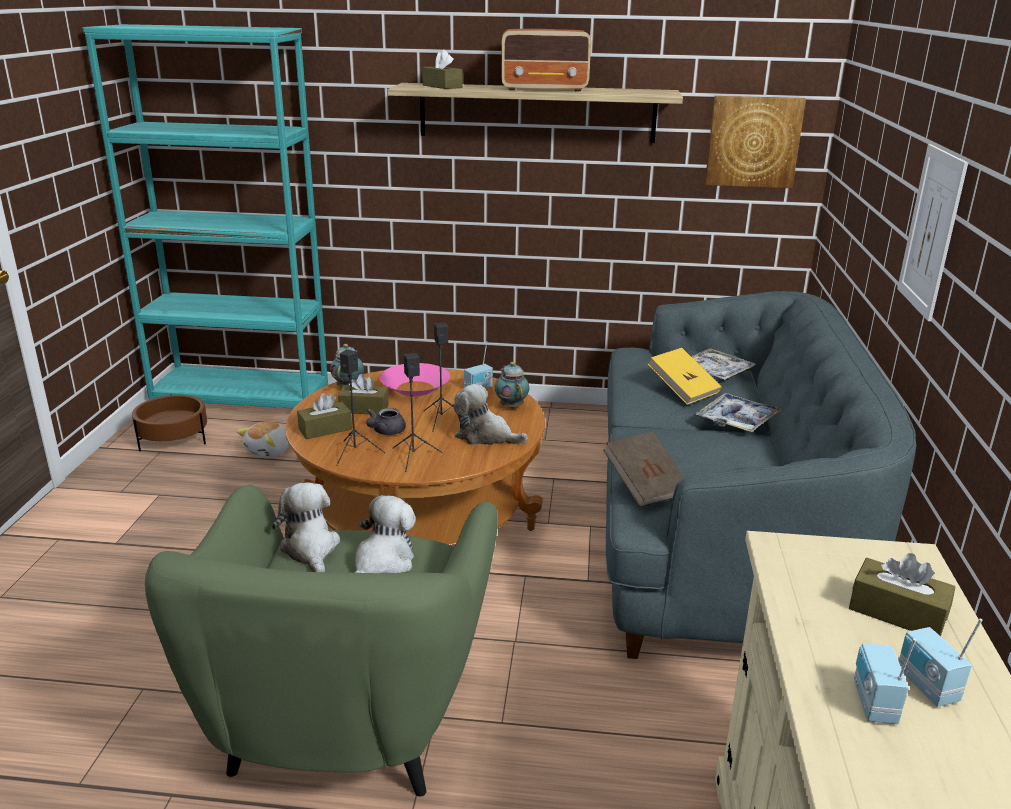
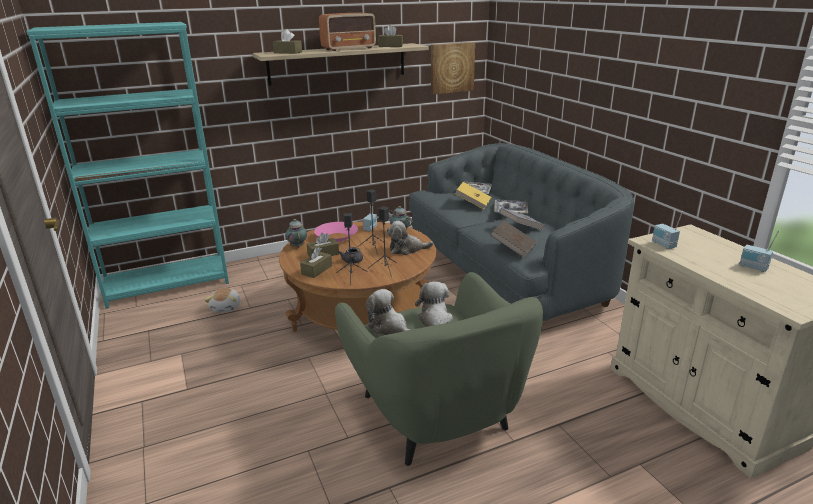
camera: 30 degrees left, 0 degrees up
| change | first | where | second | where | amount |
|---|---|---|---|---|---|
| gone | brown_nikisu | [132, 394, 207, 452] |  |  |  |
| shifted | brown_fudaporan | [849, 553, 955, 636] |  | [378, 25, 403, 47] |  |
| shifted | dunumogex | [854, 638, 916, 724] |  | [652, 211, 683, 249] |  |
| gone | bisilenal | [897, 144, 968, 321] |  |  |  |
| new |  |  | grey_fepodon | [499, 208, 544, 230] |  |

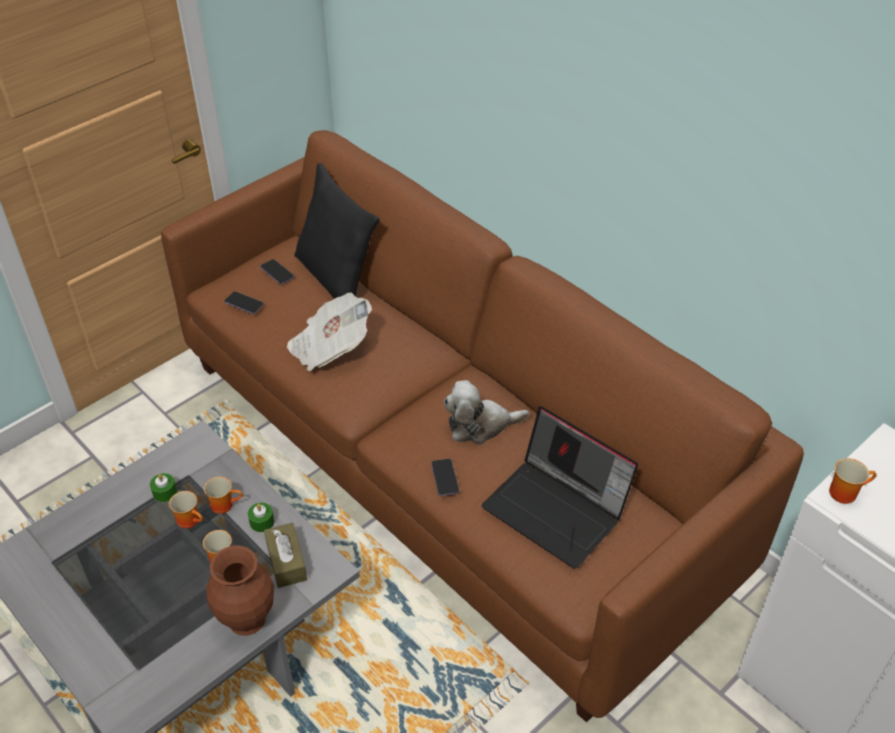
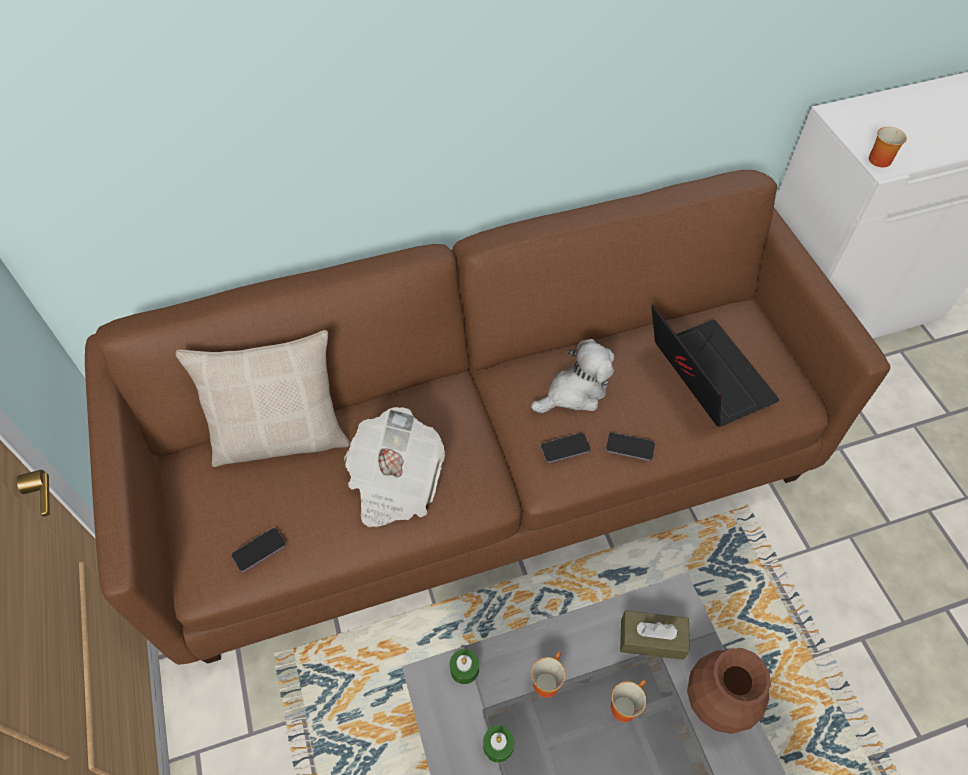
camera: 65 degrees left, 10 degrees up
| change | first | where | second | where | amount |
|---|---|---|---|---|---|
| gone | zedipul | [169, 491, 203, 528] |  |  |  |
| shifted | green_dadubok | [248, 503, 274, 532] |  | [450, 649, 479, 684] |  |
| shifted | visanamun | [260, 259, 294, 284] |  | [541, 433, 590, 463] |  |
| repainted | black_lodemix | [294, 163, 380, 299] | beige_lodemix | [176, 330, 350, 467] |  |
| rotated | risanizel | [444, 380, 529, 445] |  | [531, 339, 615, 413] | 135 degrees counterclockwise |
| rotated | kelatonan | [482, 406, 638, 568] |  | [651, 305, 779, 426] | 90 degrees counterclockwise |

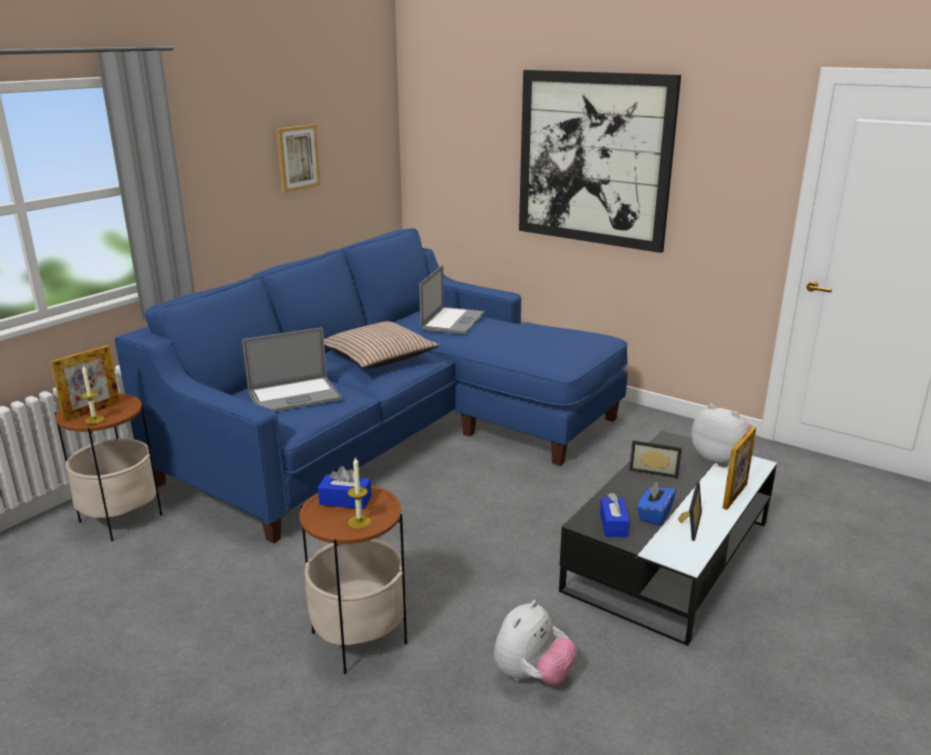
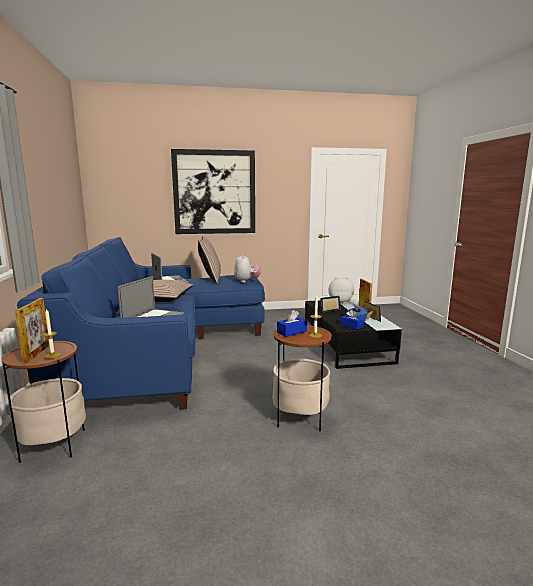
camera: 45 degrees left, 10 degrees down
| change | first | where | second | where | amount |
|---|---|---|---|---|---|
| gone | bisilenal | [276, 124, 320, 193] |  |  |  |
| shifted | risanizel | [494, 600, 577, 685] |  | [234, 254, 260, 283] |  |
| new |  |  | lodemix | [198, 236, 221, 284] |  |

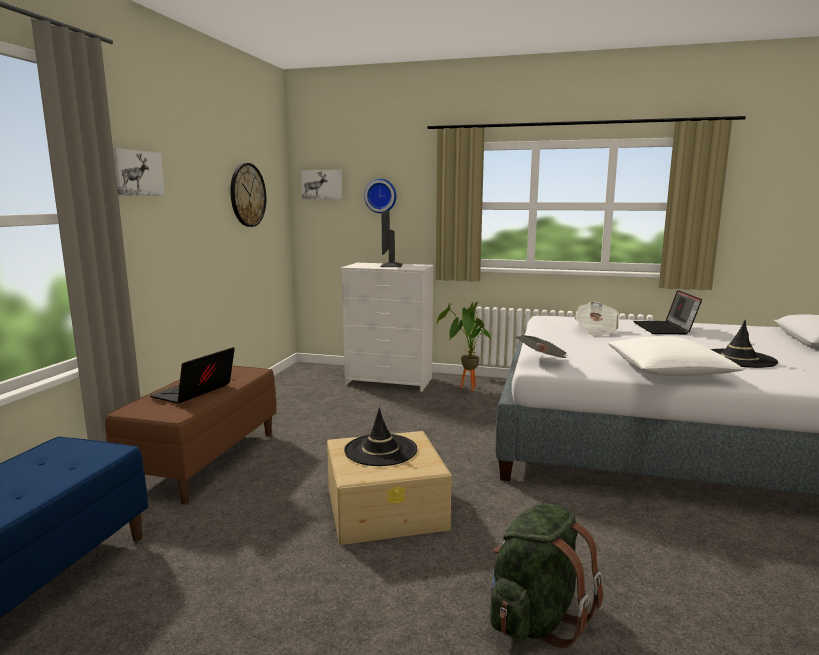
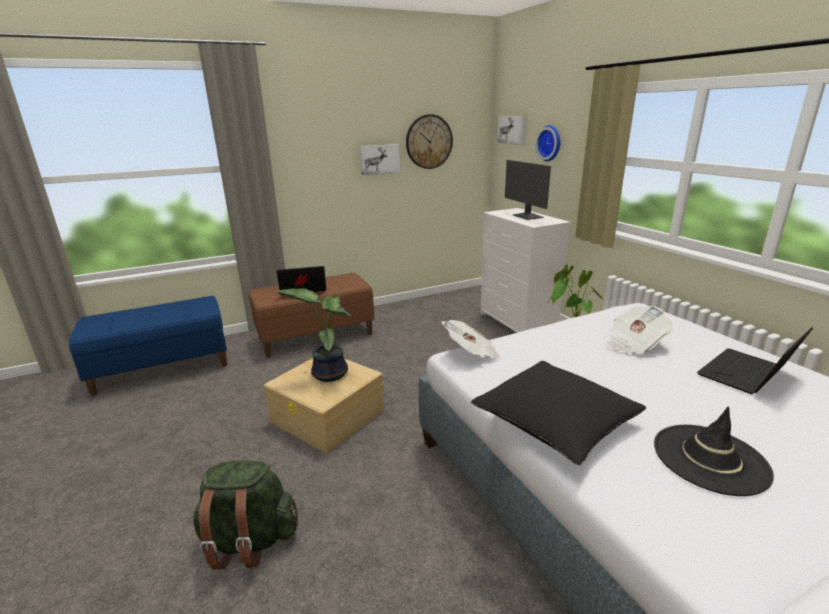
camera: 50 degrees right, 10 degrees up
| change | first | where | second | where | amount |
|---|---|---|---|---|---|
| shifted | bisilenal | [113, 148, 165, 196] |  | [360, 144, 400, 176] |  |
| swapped | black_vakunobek | [344, 408, 417, 466] | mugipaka | [276, 288, 351, 382] |  |
| rotated | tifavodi | [380, 211, 402, 267] |  | [505, 160, 551, 220] | 75 degrees counterclockwise |
| repainted | white_lodemix | [608, 336, 743, 376] | black_lodemix | [471, 361, 646, 466] |  |

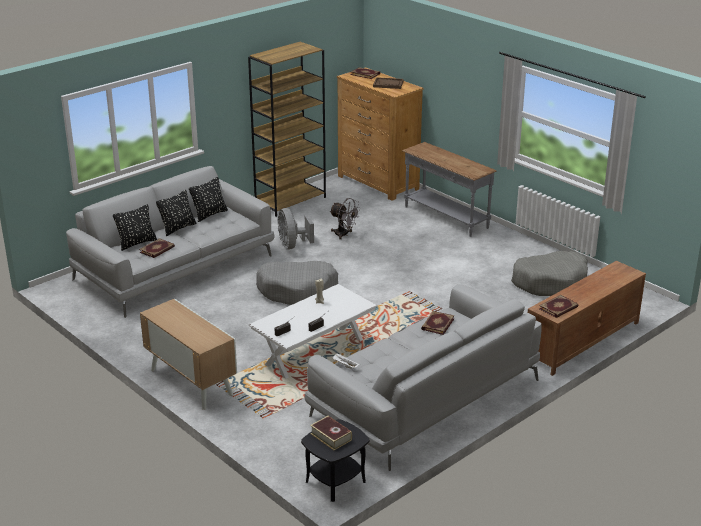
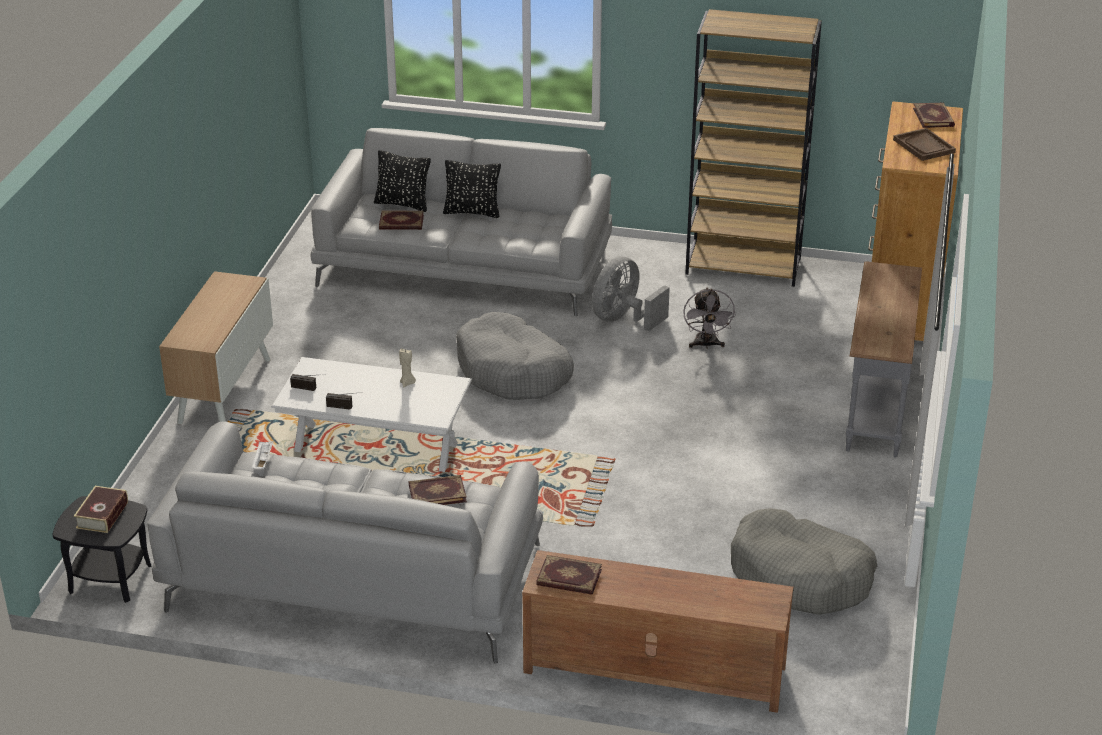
camera: 55 degrees right, 5 degrees up
| change | first | where | second | where | amount |
|---|---|---|---|---|---|
| gone | black_lodemix | [189, 177, 228, 222] |  |  |  |

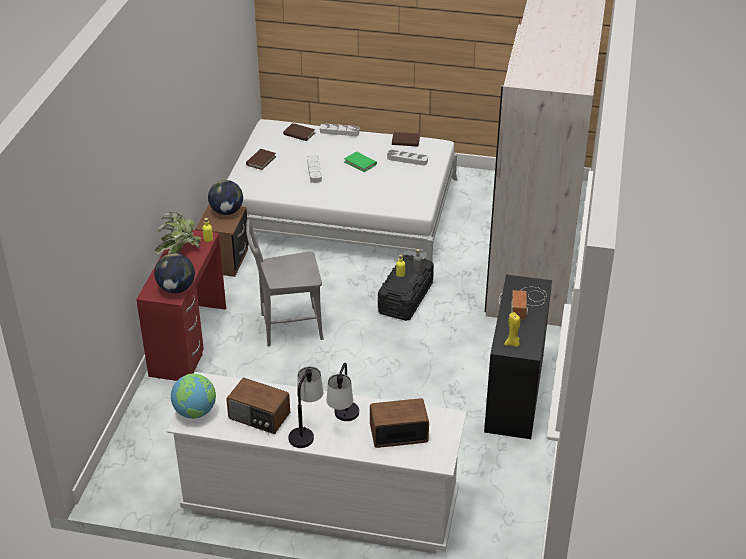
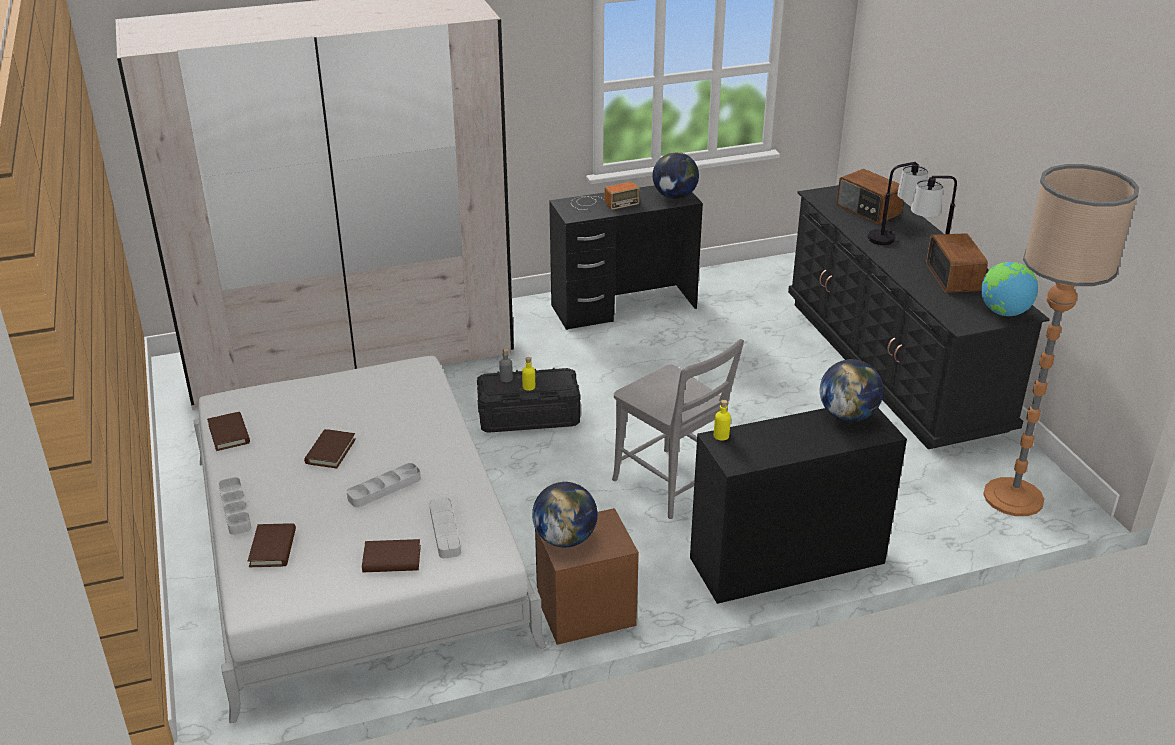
camera: 120 degrees left, 5 degrees down
| change | first | where | second | where | amount |
|---|---|---|---|---|---|
| repainted | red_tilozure | [136, 230, 226, 381] | black_tilozure | [690, 408, 907, 604] |  |
| gone | mugipaka | [155, 212, 201, 254] |  |  |  |
| repainted | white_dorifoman | [167, 372, 466, 554] | black_dorifoman | [788, 185, 1050, 449] |  |
| repainted | green_fepodon | [344, 151, 377, 172] | brown_fepodon | [304, 429, 356, 469] |  |
| shifted | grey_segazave | [387, 150, 428, 166] |  | [429, 498, 461, 558] |  |
| swapped | yellow_dadubok | [504, 312, 520, 347] | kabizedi | [653, 152, 699, 199] |  |
| new |  |  | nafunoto | [983, 164, 1139, 516] |  |

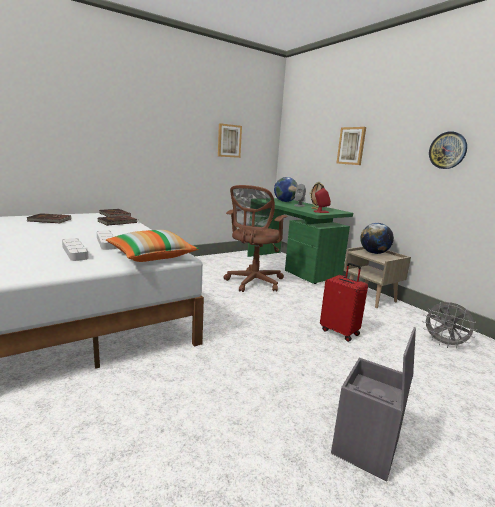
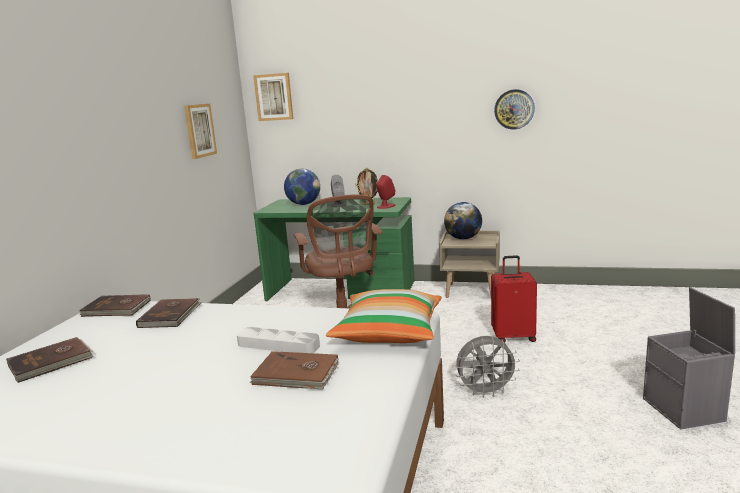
camera: 40 degrees left, 0 degrees up
| change | first | where | second | where | amount |
|---|---|---|---|---|---|
| swapped | grey_segazave | [62, 238, 89, 261] | brown_fepodon | [250, 351, 339, 390] |  |
| shifted | bisilenal | [337, 127, 366, 165] |  | [253, 73, 293, 121] |  |
| shifted | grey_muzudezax | [422, 302, 477, 348] |  | [456, 336, 520, 398] |  |

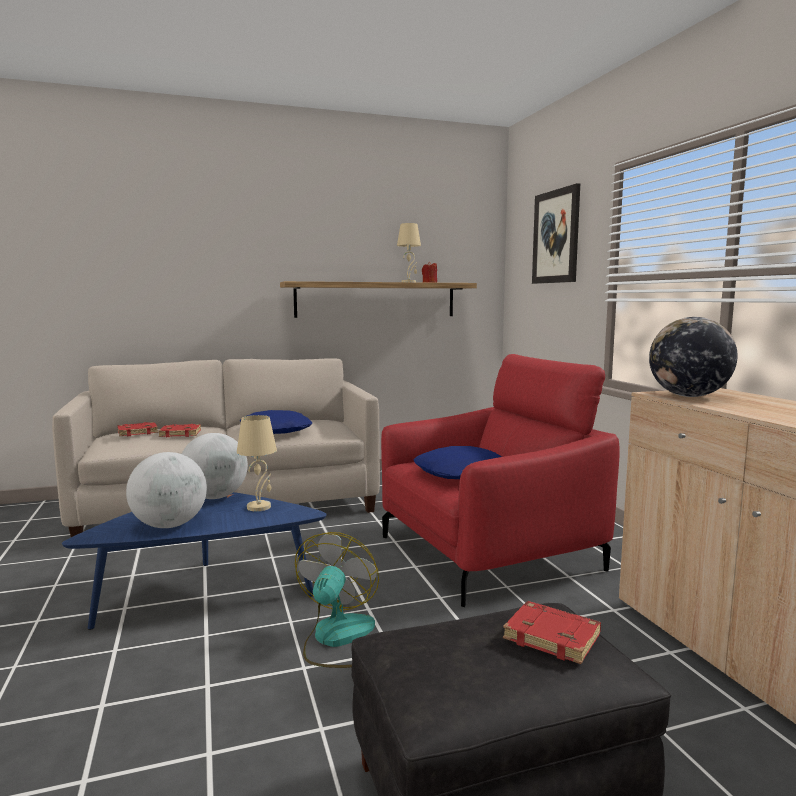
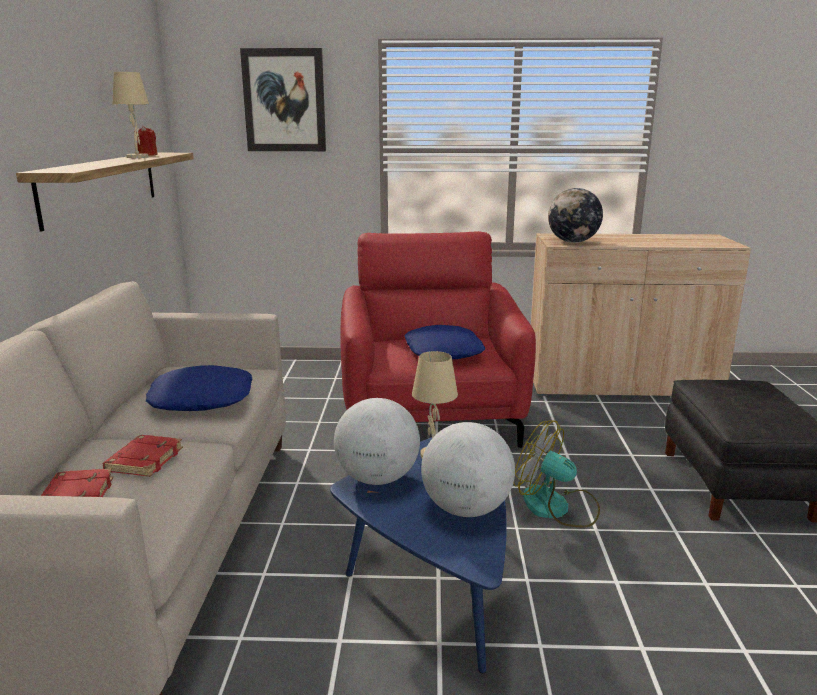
camera: 70 degrees left, 10 degrees up
| change | first | where | second | where | amount |
|---|---|---|---|---|---|
| gone | red_fepodon | [503, 601, 601, 664] |  |  |  |

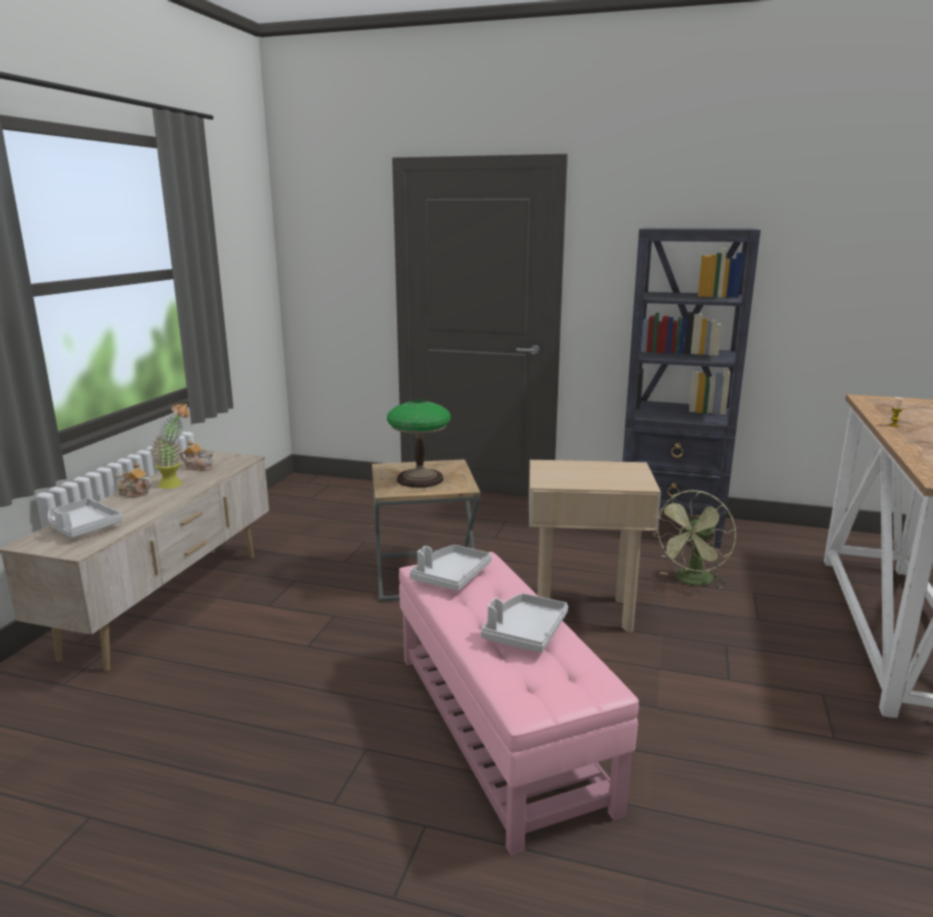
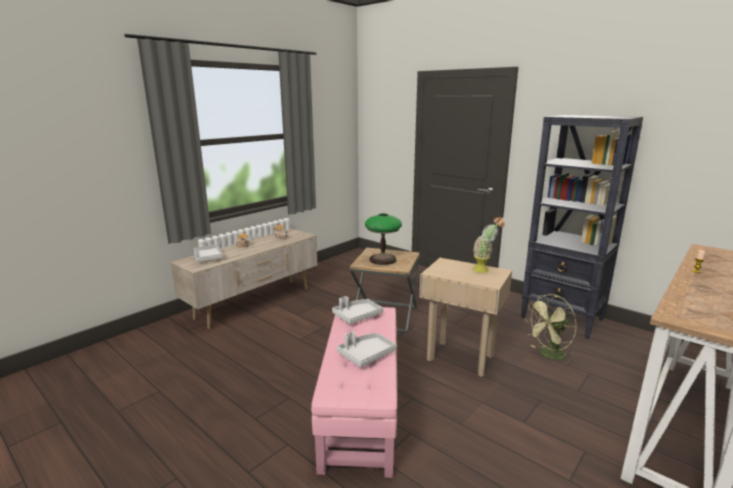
camera: 25 degrees right, 0 degrees up
| change | first | where | second | where | amount |
|---|---|---|---|---|---|
| shifted | mugipaka | [151, 403, 189, 489] |  | [473, 217, 505, 273] |  |

